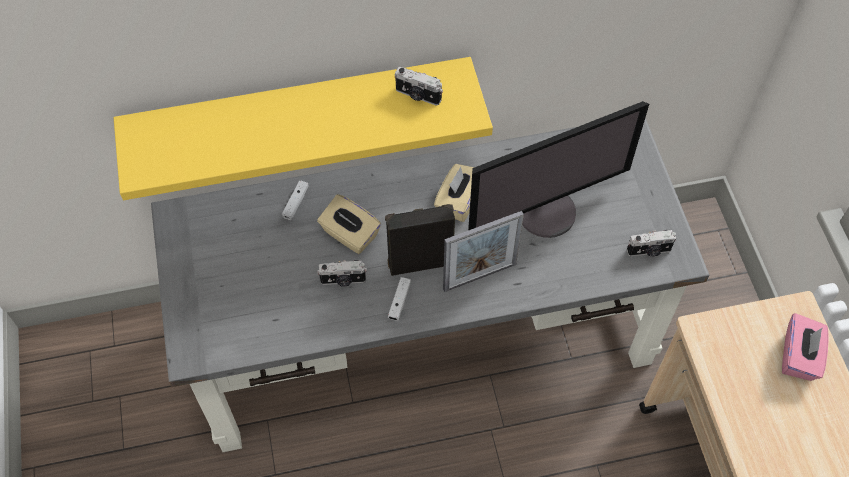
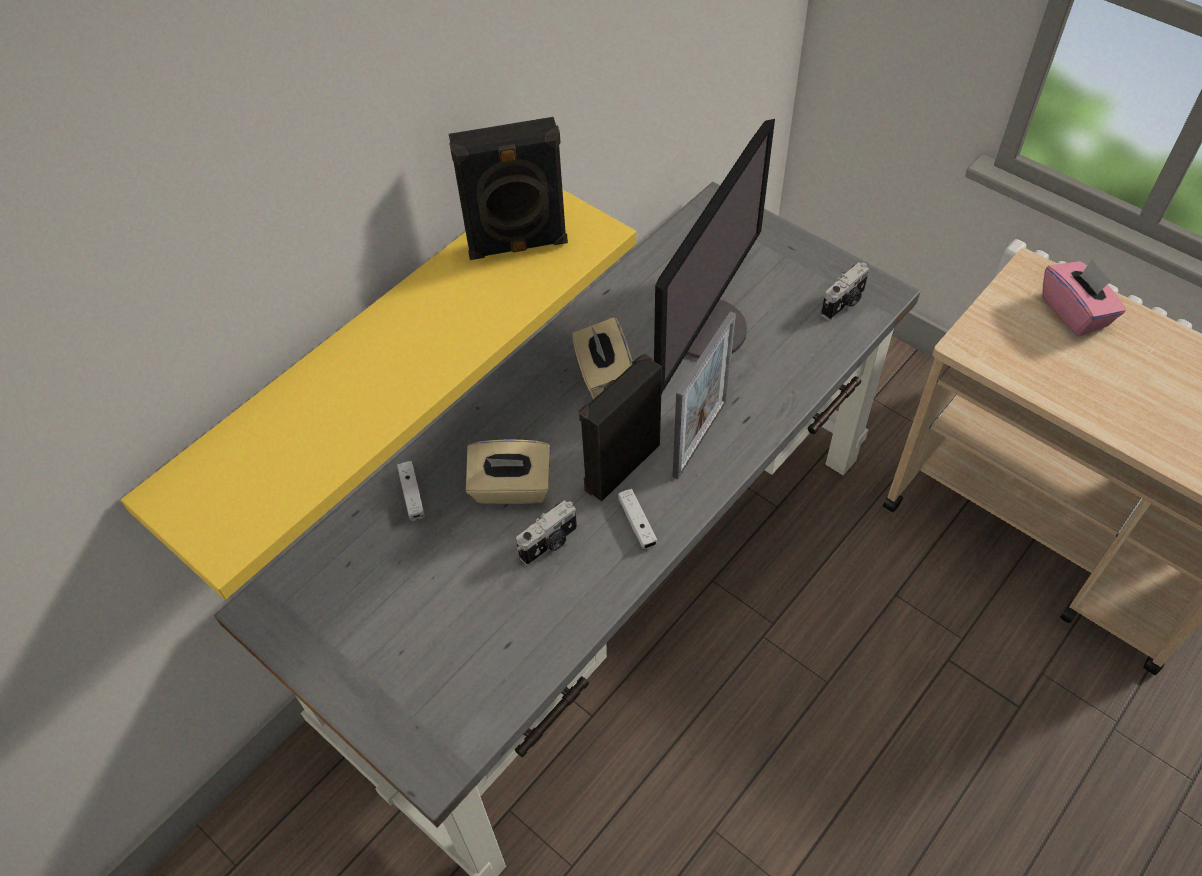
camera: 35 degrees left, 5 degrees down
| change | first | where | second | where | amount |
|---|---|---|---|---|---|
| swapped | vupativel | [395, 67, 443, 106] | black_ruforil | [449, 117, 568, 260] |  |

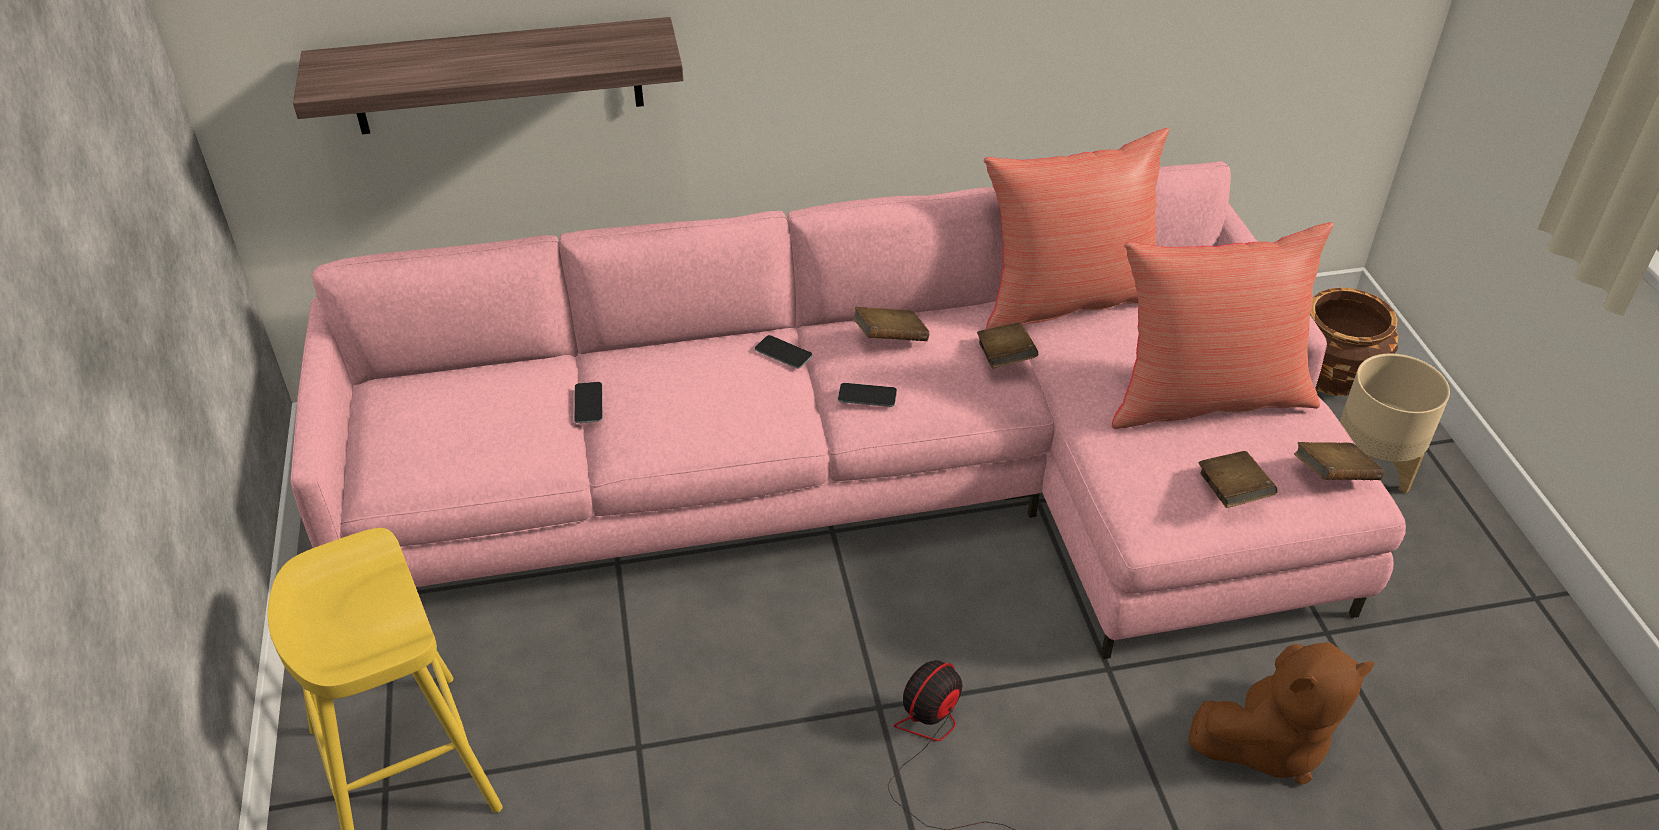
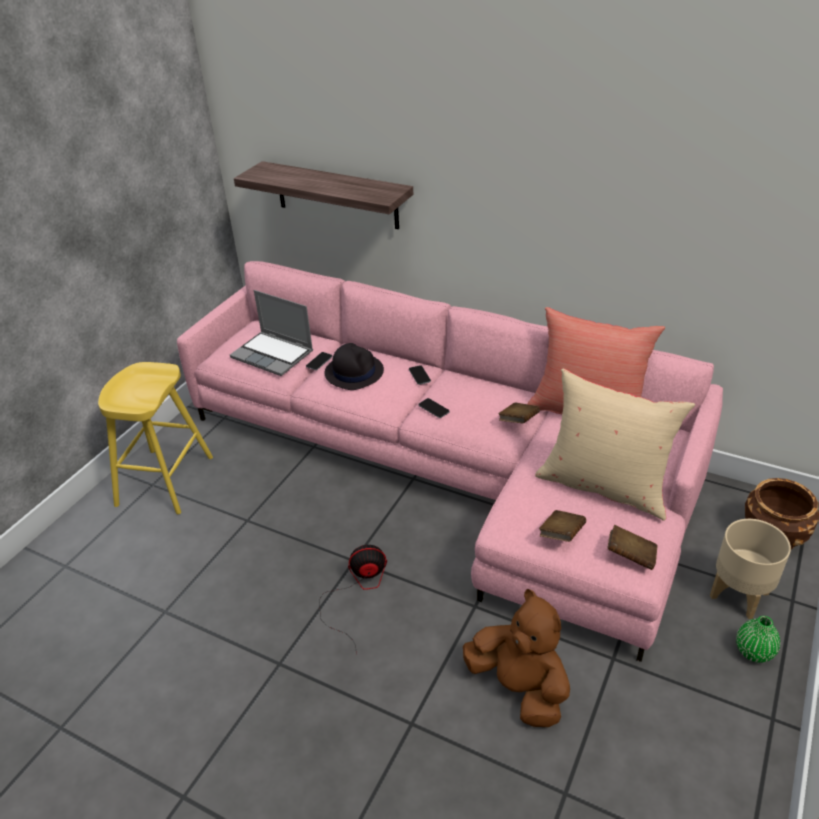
camera: 40 degrees right, 5 degrees down
| change | first | where | second | where | amount |
|---|---|---|---|---|---|
| gone | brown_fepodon | [853, 307, 929, 341] |  |  |  |
| repainted | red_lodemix | [1112, 222, 1334, 429] | beige_lodemix | [535, 369, 695, 521] |  |
| rotated | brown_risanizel | [1189, 642, 1375, 784] |  | [463, 589, 570, 727] | 150 degrees counterclockwise |
| new |  |  | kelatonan | [230, 290, 313, 376] |  |
| new |  |  | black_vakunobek | [325, 343, 384, 390] |  |
| new |  |  | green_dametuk | [736, 616, 780, 663] |  |

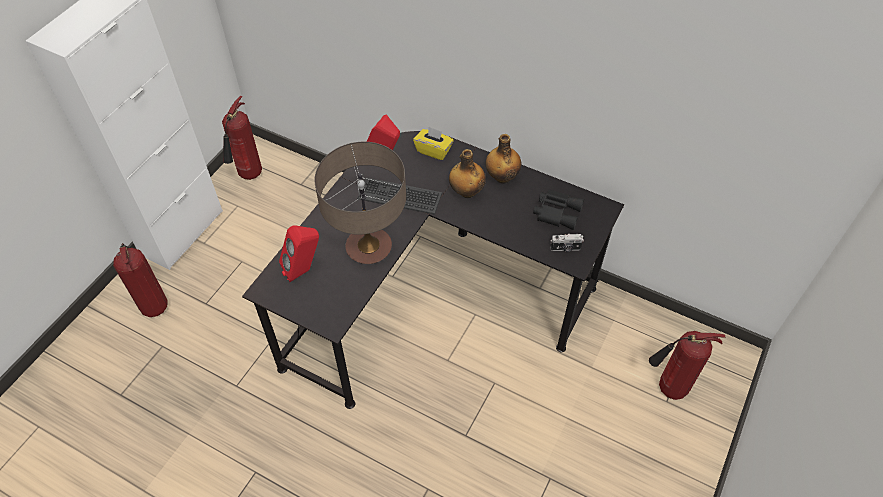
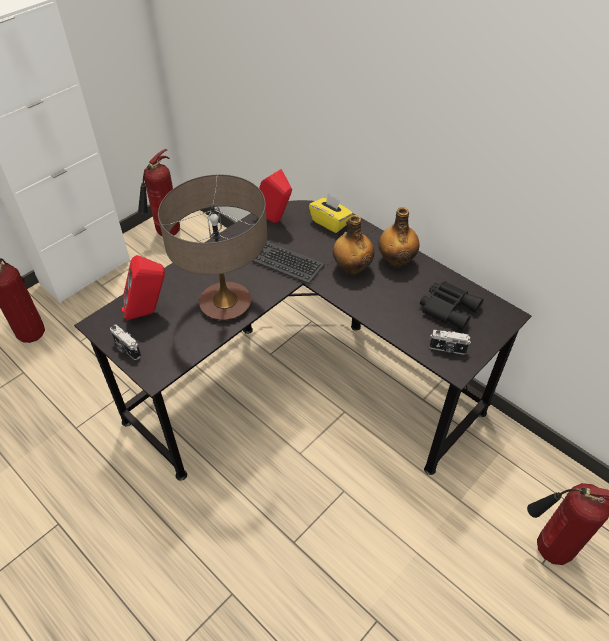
camera: 15 degrees right, 5 degrees down
| change | first | where | second | where | amount |
|---|---|---|---|---|---|
| new |  |  | vupativel | [110, 324, 141, 360] |  |

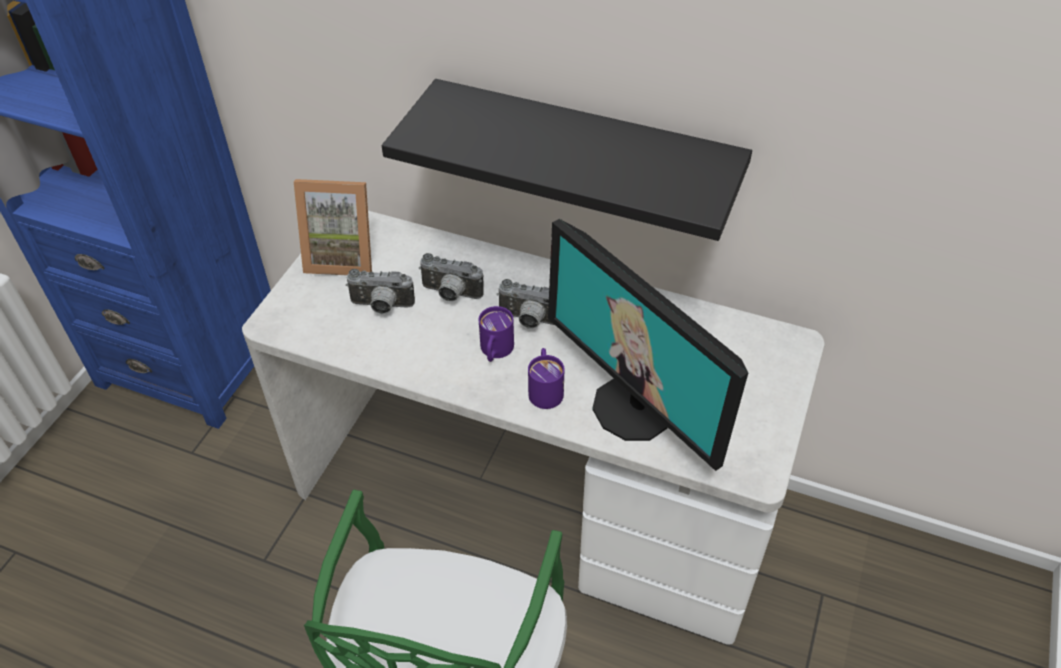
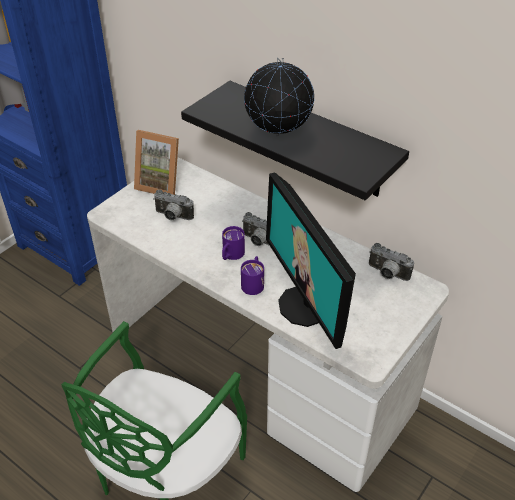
camera: 15 degrees right, 5 degrees down
| change | first | where | second | where | amount |
|---|---|---|---|---|---|
| shifted | vupativel | [419, 253, 484, 302] |  | [369, 243, 414, 281] |  |
| new |  |  | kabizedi | [244, 58, 314, 136] |  |

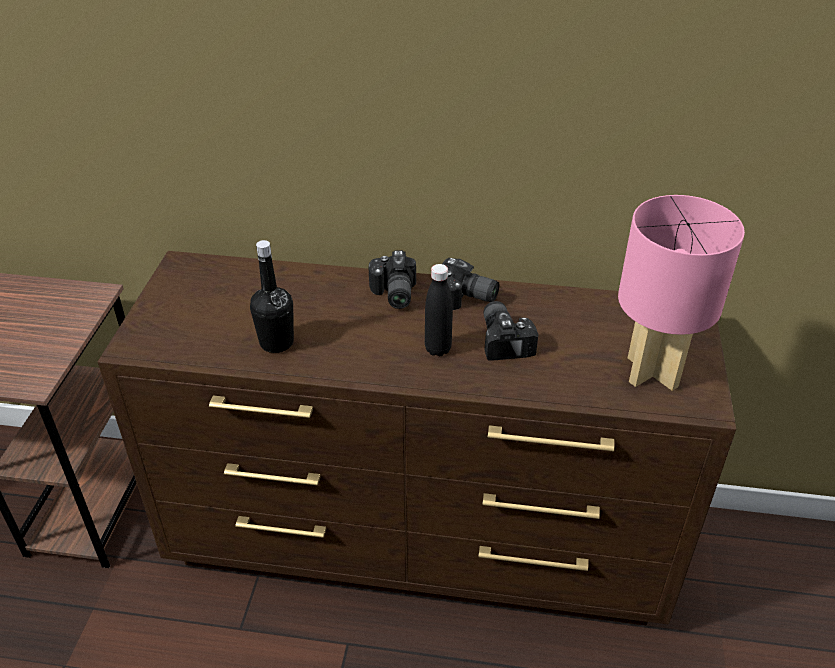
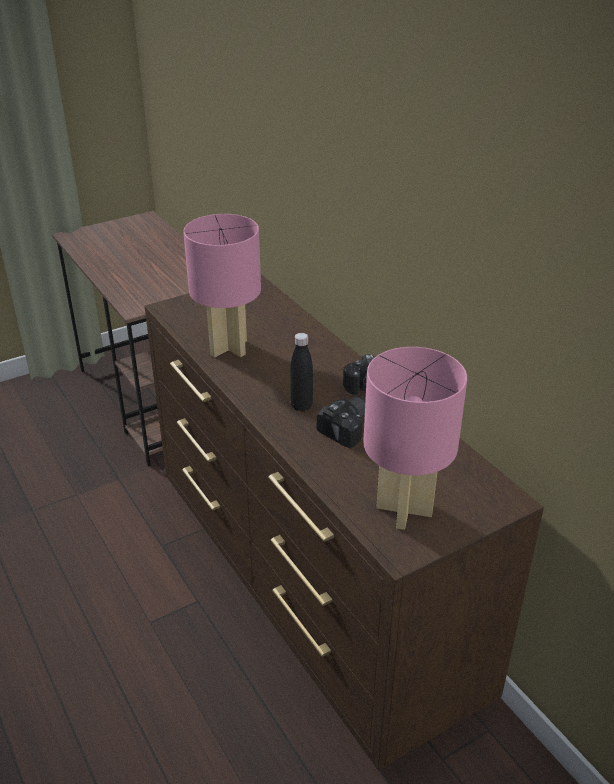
camera: 50 degrees right, 5 degrees down
| change | first | where | second | where | amount |
|---|---|---|---|---|---|
| swapped | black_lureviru | [250, 240, 294, 353] | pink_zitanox | [183, 214, 261, 357] |  |
| gone | vupativel | [369, 250, 416, 309] |  |  |  |

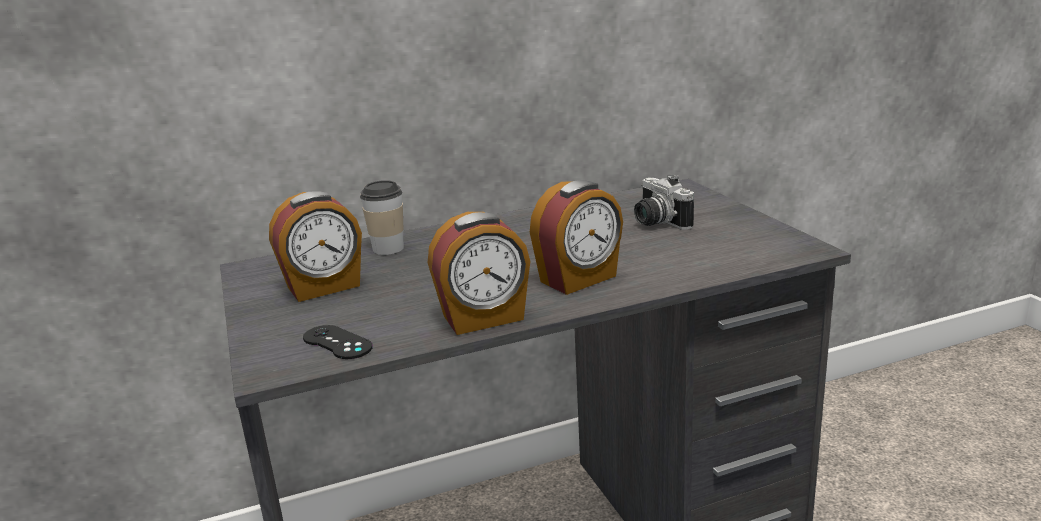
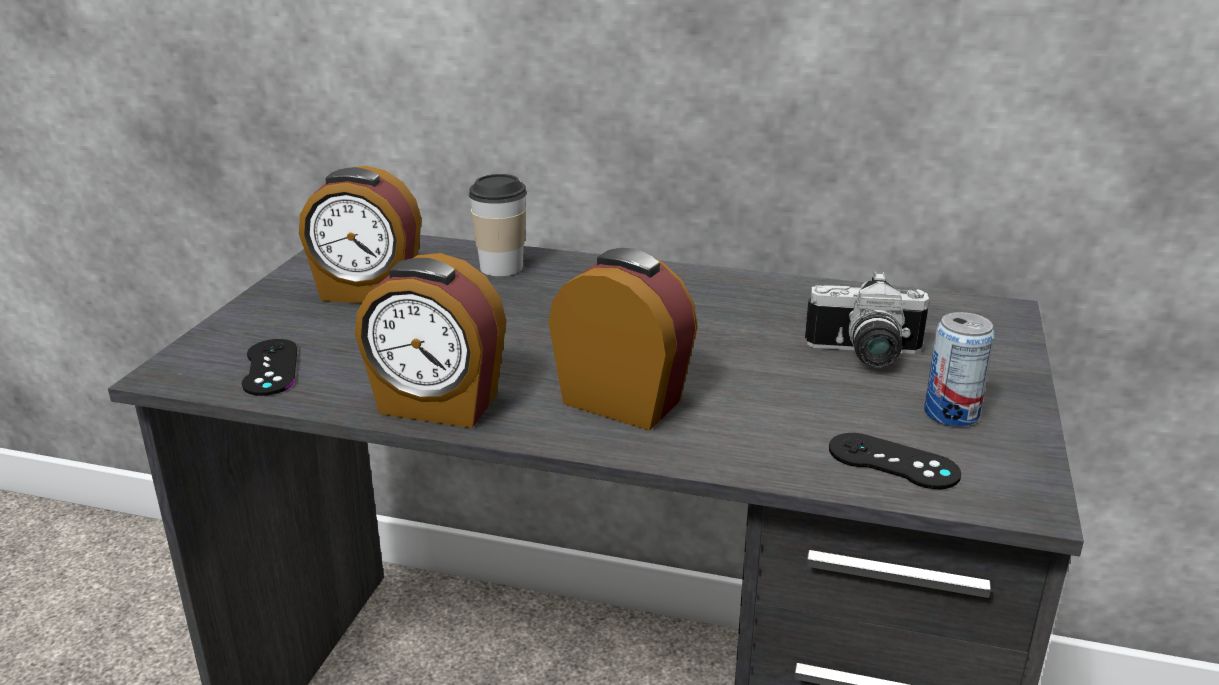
camera: 35 degrees right, 5 degrees up
| change | first | where | second | where | amount |
|---|---|---|---|---|---|
| rotated | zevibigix | [530, 180, 623, 295] |  | [549, 248, 698, 431] | 150 degrees counterclockwise |
| rotated | vupativel | [634, 174, 694, 230] |  | [805, 271, 929, 368] | 90 degrees counterclockwise |
| new |  |  | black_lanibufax | [829, 433, 961, 489] |  |
| new |  |  | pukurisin | [924, 312, 995, 427] |  |

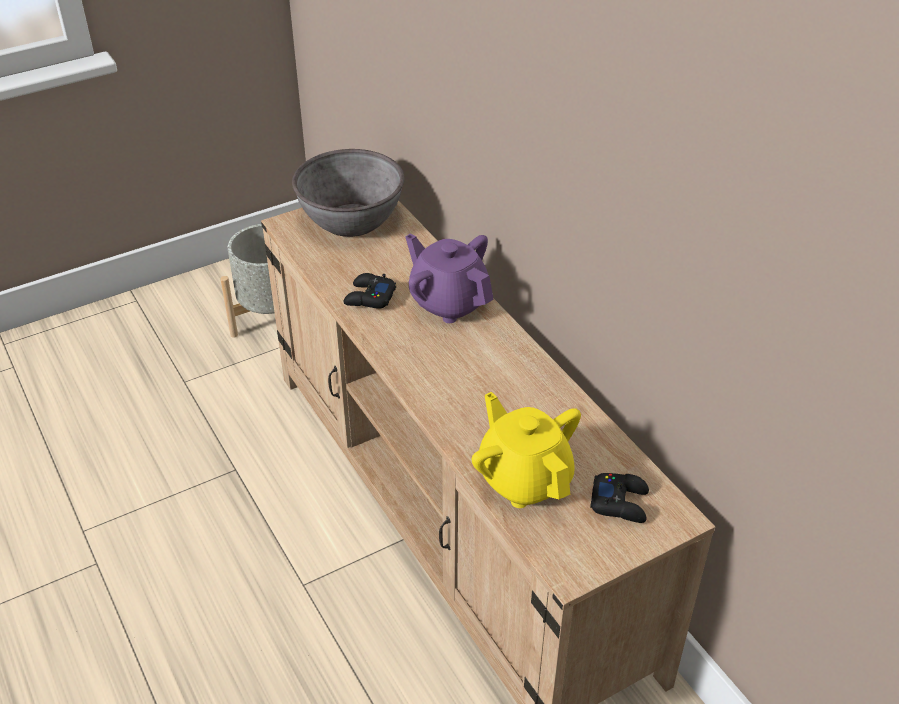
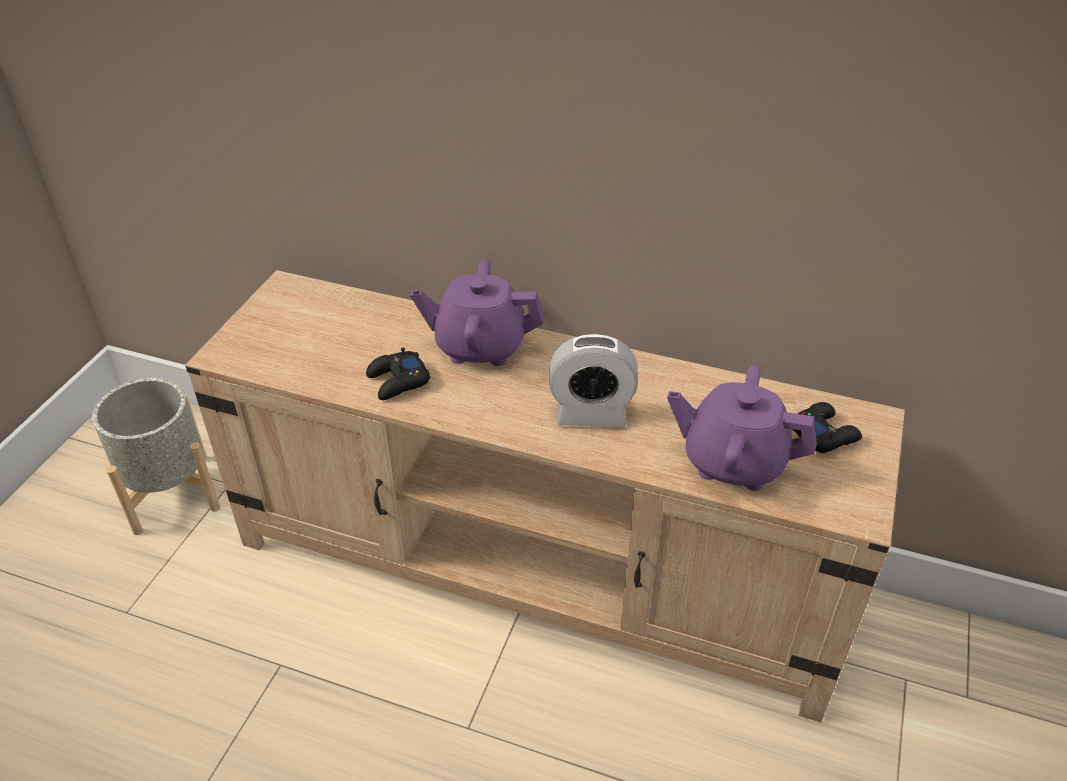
camera: 40 degrees left, 0 degrees up
| change | first | where | second | where | amount |
|---|---|---|---|---|---|
| gone | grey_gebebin | [292, 149, 404, 237] |  |  |  |
| repainted | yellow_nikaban | [472, 392, 581, 508] | purple_nikaban | [667, 365, 817, 491] |  |
| new |  |  | zevibigix | [549, 334, 638, 427] |  |

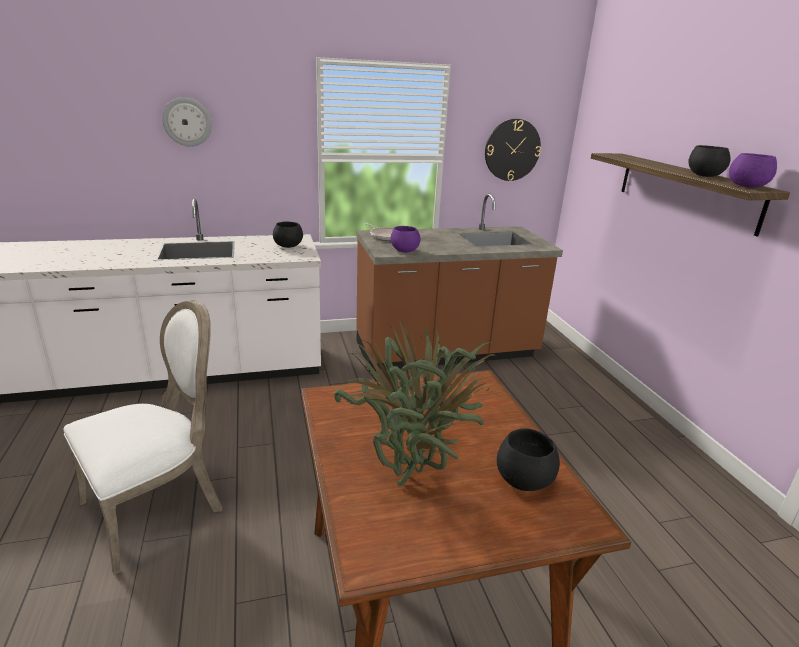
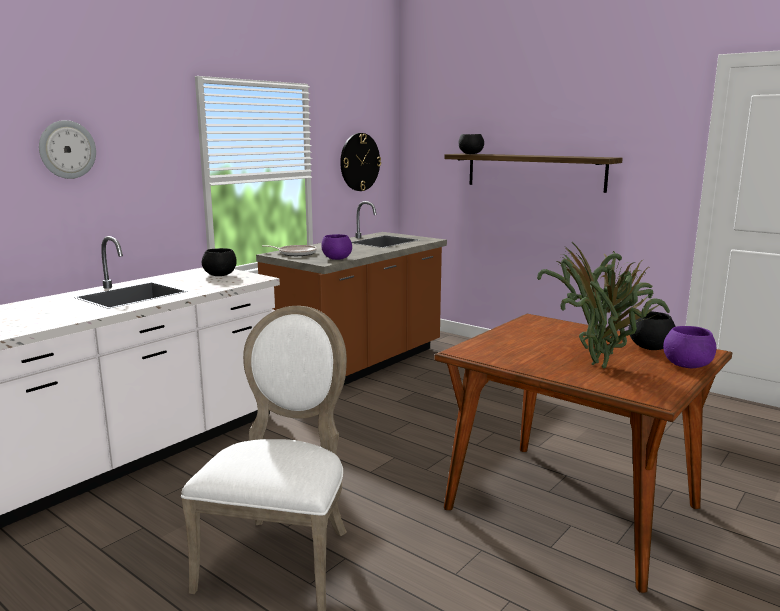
camera: 35 degrees left, 10 degrees down
| change | first | where | second | where | amount |
|---|---|---|---|---|---|
| shifted | black_gebebin | [688, 145, 731, 177] |  | [459, 134, 484, 154] |  |
| shifted | purple_gebebin | [729, 153, 777, 187] |  | [663, 326, 717, 368] |  |

